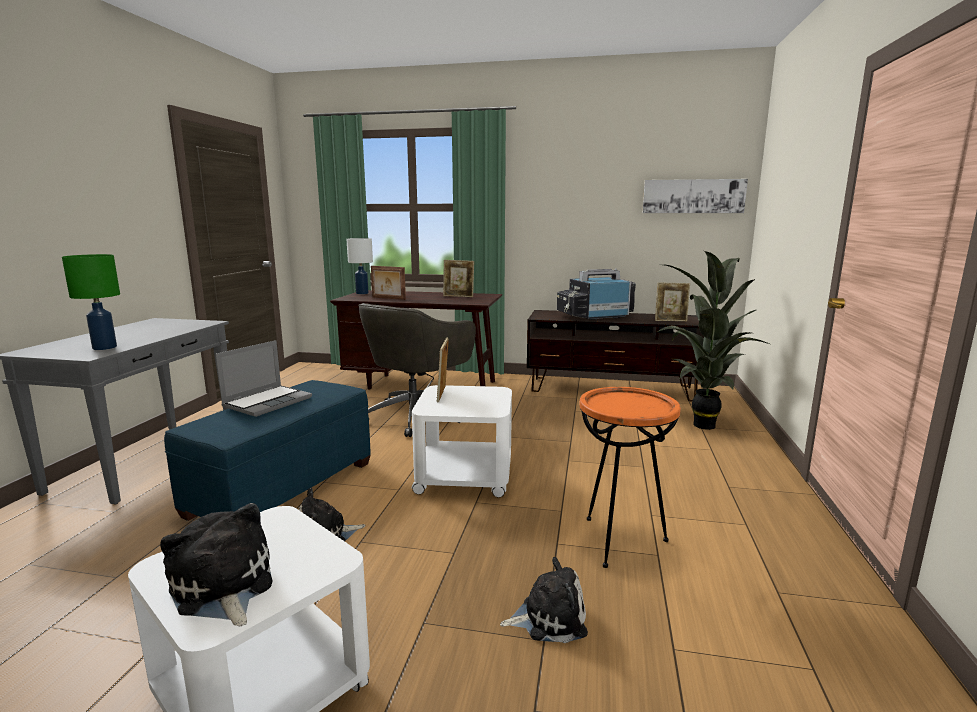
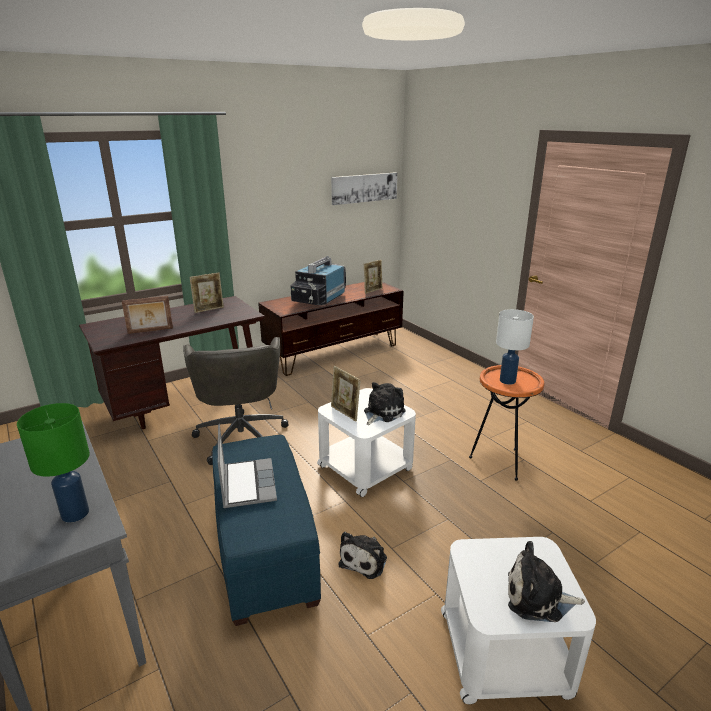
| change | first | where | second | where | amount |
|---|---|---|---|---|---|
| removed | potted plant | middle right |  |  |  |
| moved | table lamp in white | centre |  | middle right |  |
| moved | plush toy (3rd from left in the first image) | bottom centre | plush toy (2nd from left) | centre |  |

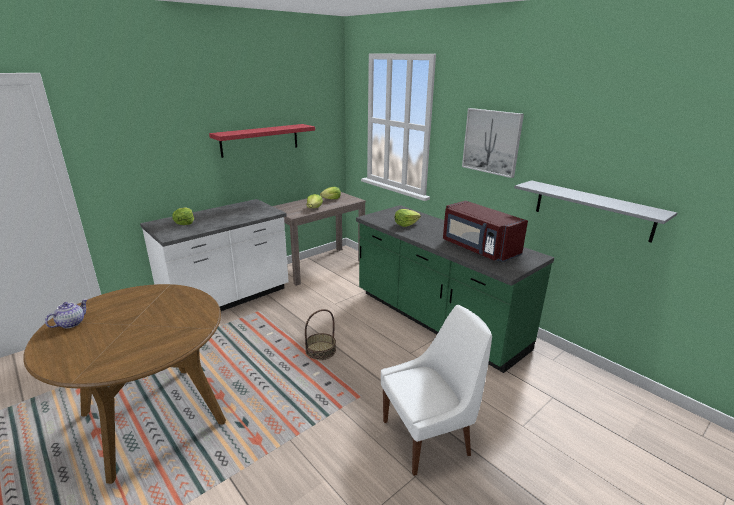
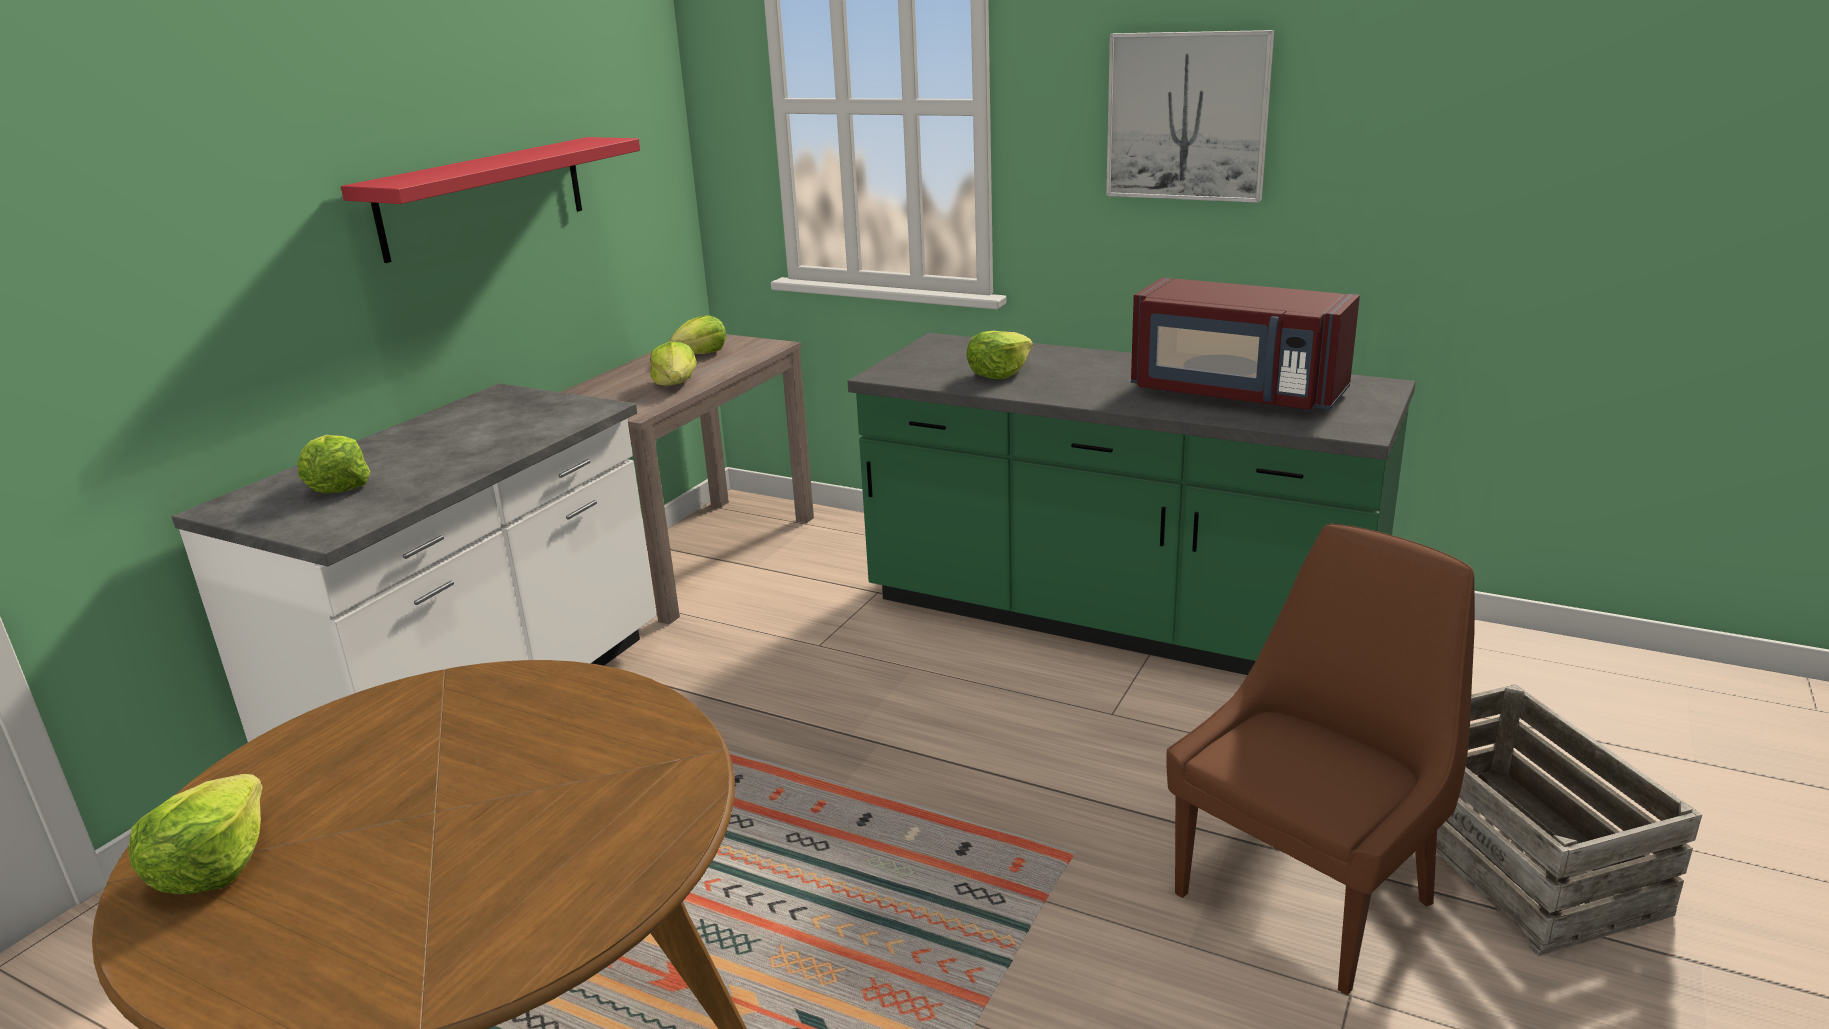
| change | first | where | second | where | amount |
|---|---|---|---|---|---|
| removed | basket | centre |  |  |  |
| removed | shelf in grey | middle right |  |  |  |
| added |  |  | crate | bottom right |  |
| replaced | teapot | middle left | lettuce (1st from left) | bottom left |  |
| recoloured | chair in white | bottom centre | chair in brown | bottom right |  |

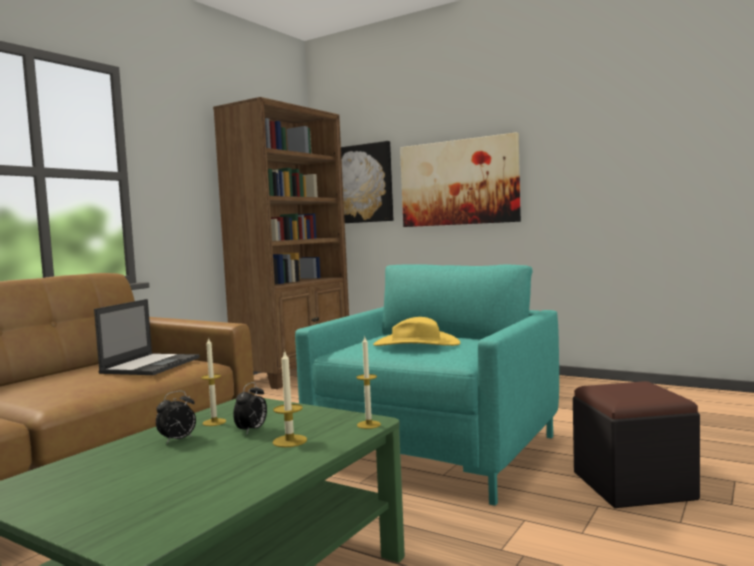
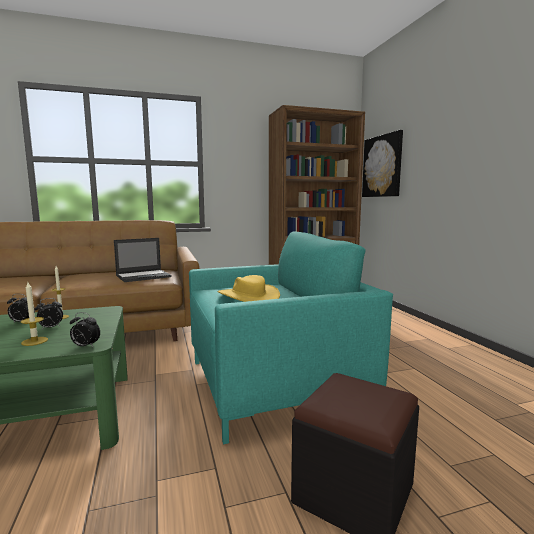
| change | first | where | second | where | amount |
|---|---|---|---|---|---|
| removed | picture (2nd from left) | top centre |  |  |  |
| replaced | candle (3rd from left) | bottom centre | alarm clock (3rd from left) | middle left |  |

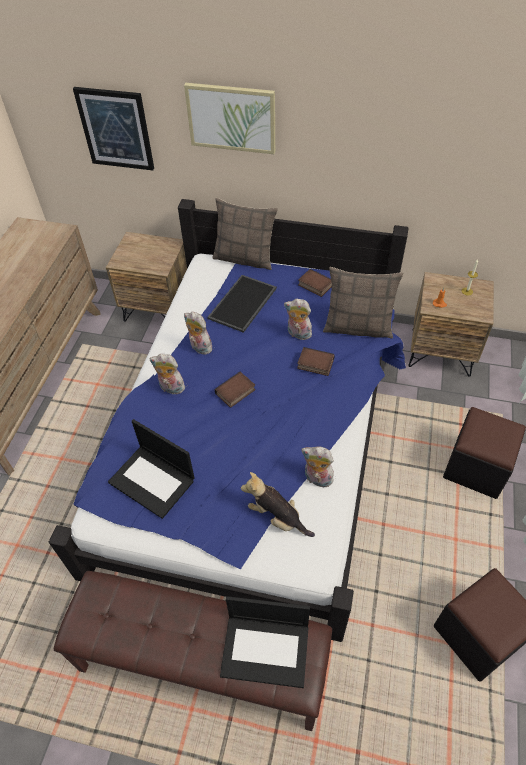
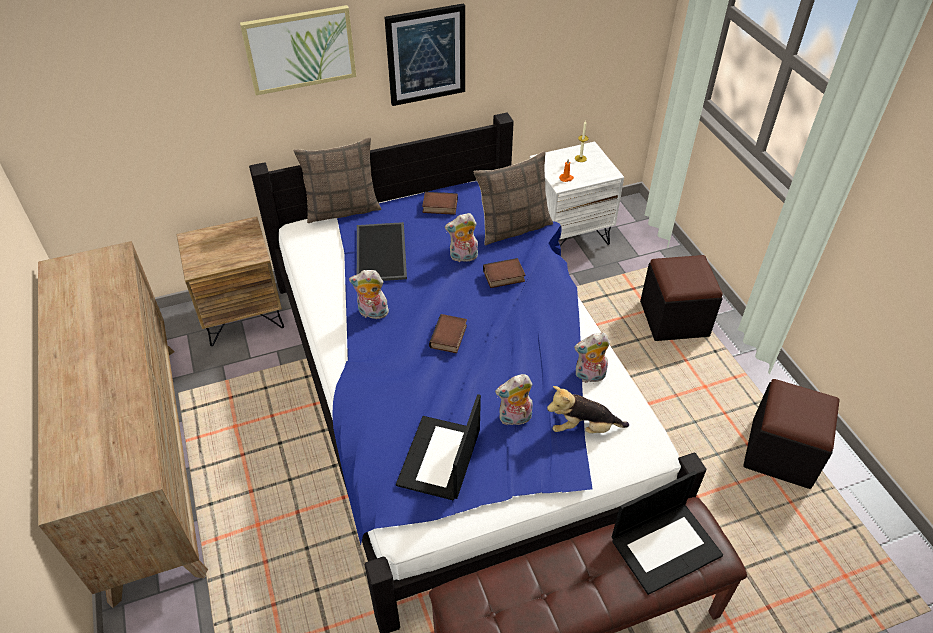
| change | first | where | second | where | amount |
|---|---|---|---|---|---|
| moved | picture (1st from left in the first image) | top left | picture (2nd from left) | top centre |  |
| moved | plush toy (1st from left in the first image) | middle left | plush toy (3rd from left) | centre |  |
| recoloured | nightstand in brown (2nd from left) | middle right | nightstand in white | top centre |  |
| turned | laptop (1st from left) | middle left |  | bottom centre | 105 degrees clockwise |

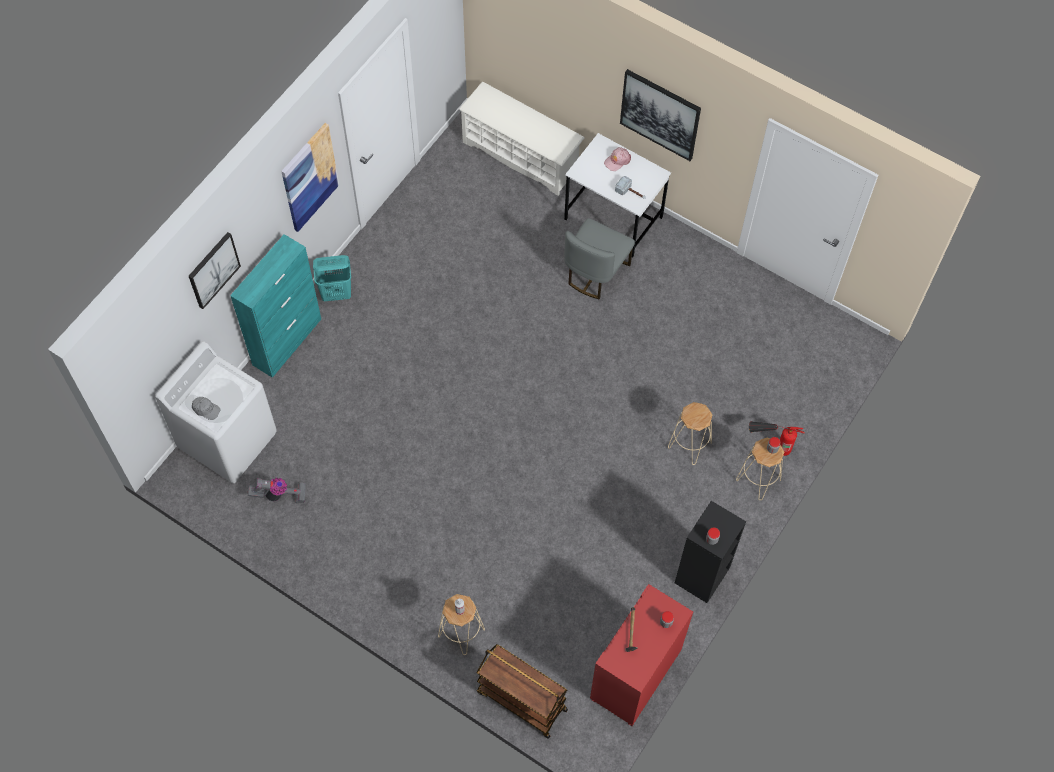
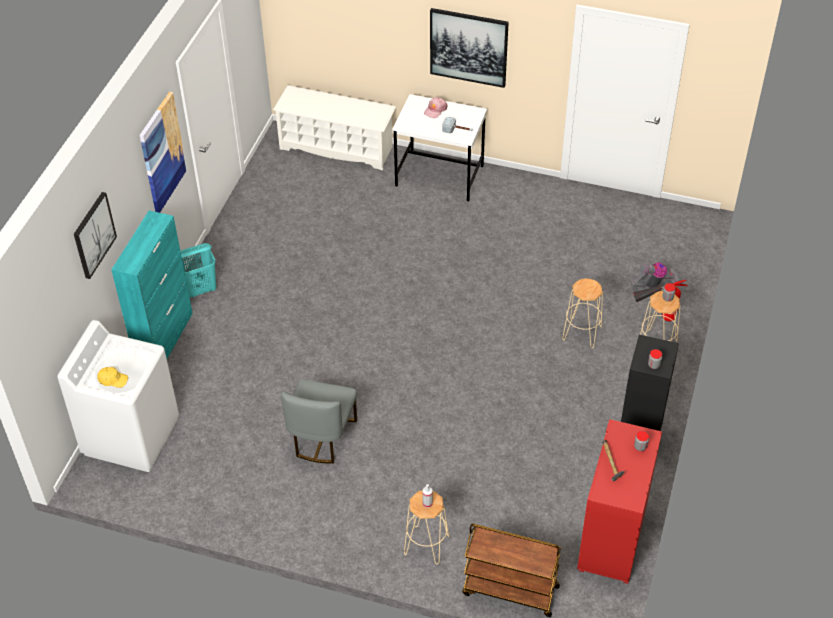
| change | first | where | second | where | amount |
|---|---|---|---|---|---|
| moved | vacuum cleaner | middle left |  | middle right |  |
| moved | chair in grey | centre |  | bottom centre |  |
| recoloured | cap in grey | middle left | cap in yellow | middle left |  |

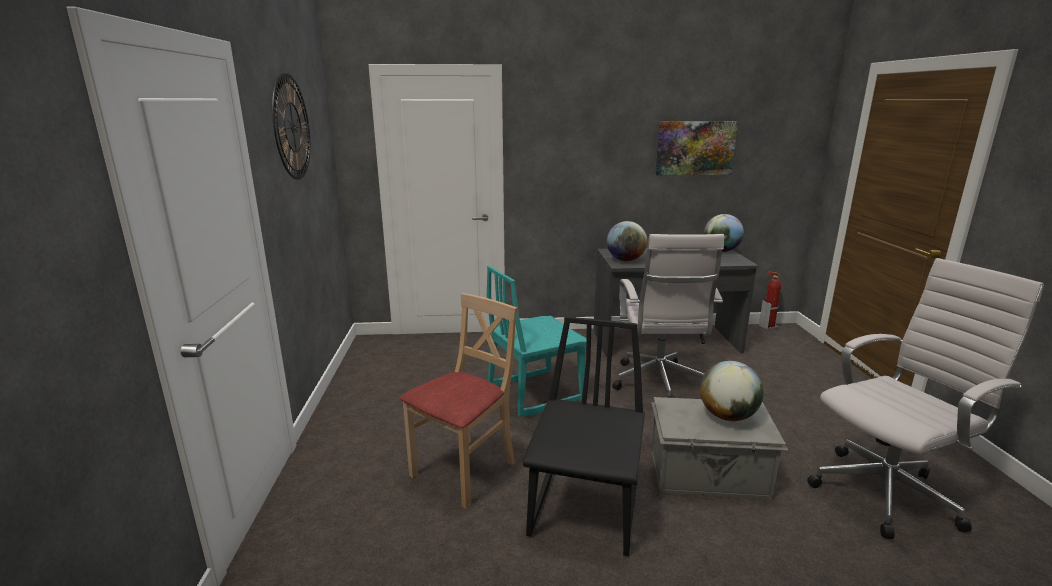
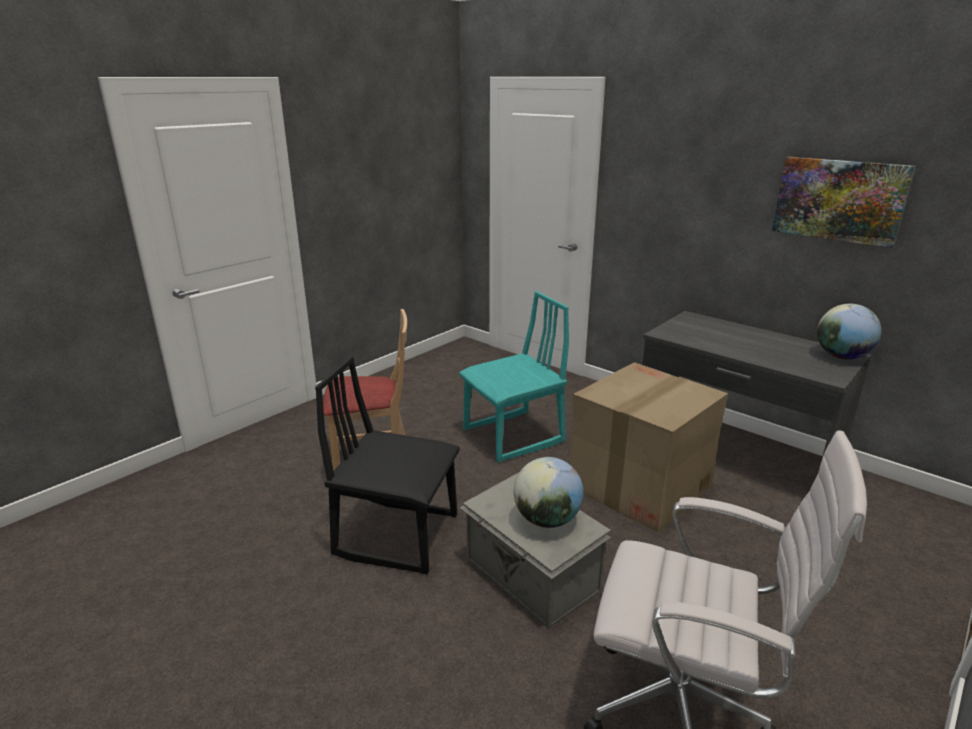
| change | first | where | second | where | amount |
|---|---|---|---|---|---|
| removed | wall clock | top left |  |  |  |
| removed | globe (1st from left) | centre |  |  |  |
| removed | fire extinguisher | middle right |  |  |  |
| replaced | office chair in white (1st from left) | centre | cardboard box | middle right |  |
| turned | chair in turquoise | centre |  | centre | 135 degrees clockwise |
| turned | chair in black | bottom centre |  | centre | 135 degrees counterclockwise |

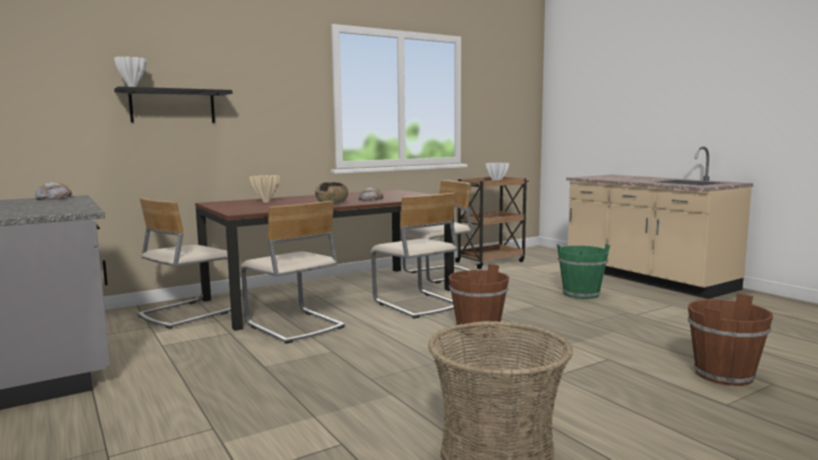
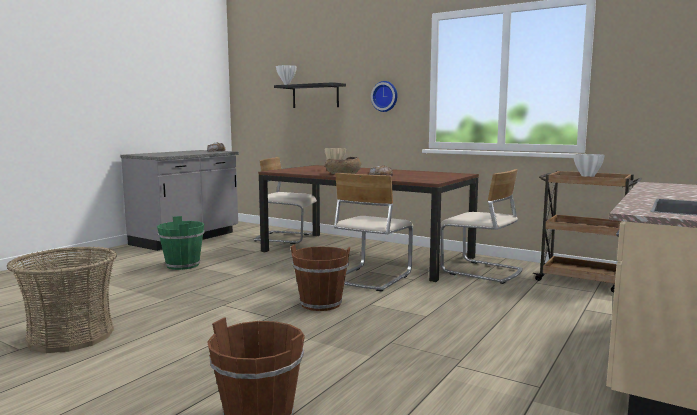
| change | first | where | second | where | amount |
|---|---|---|---|---|---|
| removed | chair in beige (2nd from left) | centre |  |  |  |
| added |  |  | wall clock | top centre |  |
| moved | bucket in green | middle right |  | middle left |  |

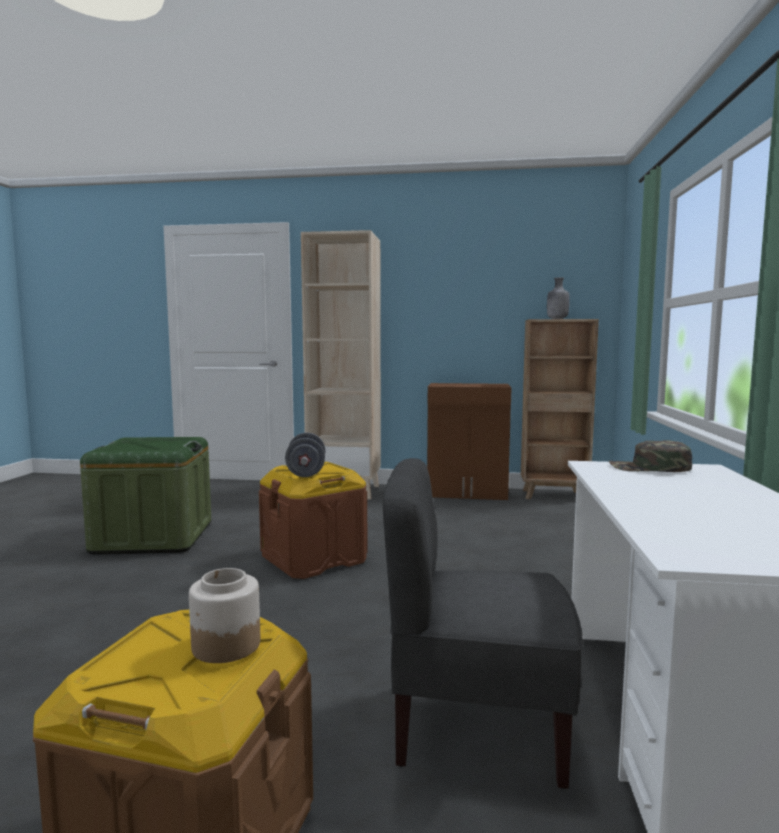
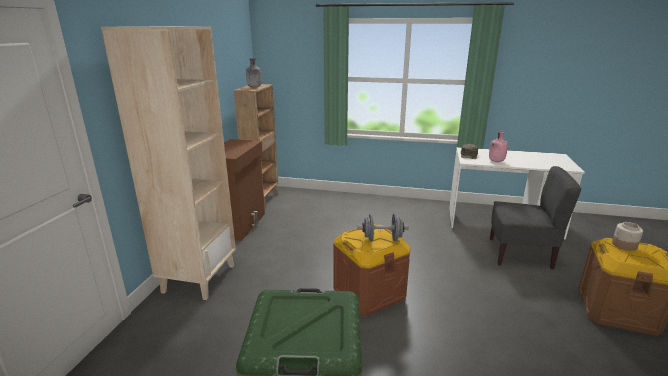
| change | first | where | second | where | amount |
|---|---|---|---|---|---|
| added |  |  | bottle in pink | middle right |  |
| turned | chair in grey | bottom centre |  | middle right | 90 degrees counterclockwise |

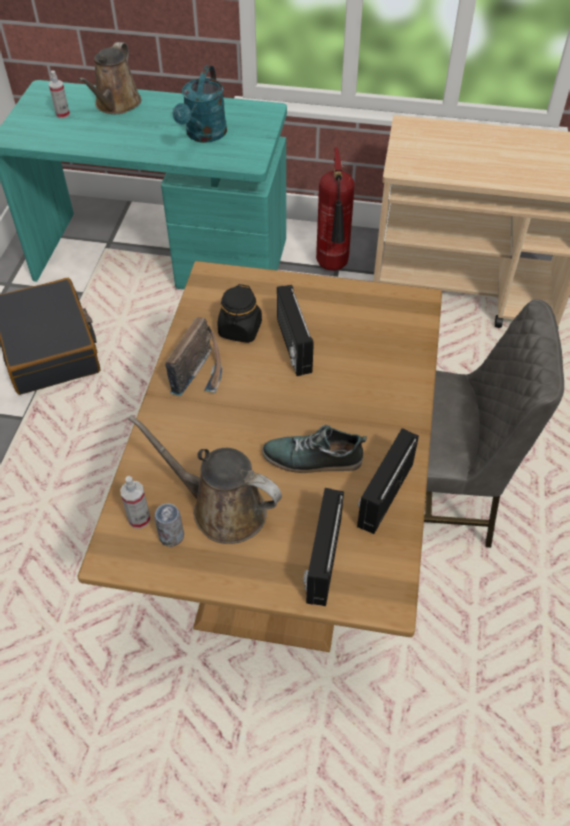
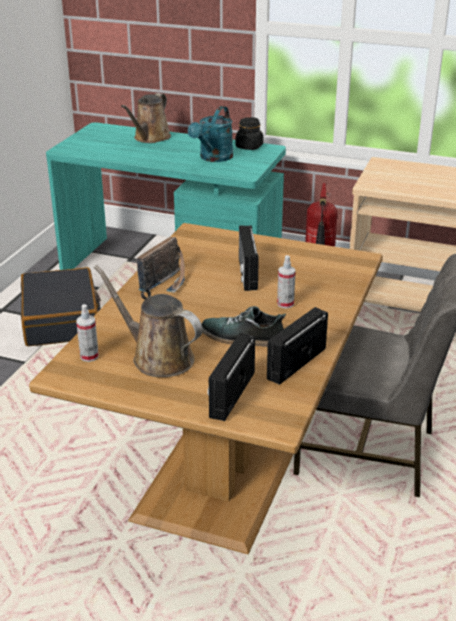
| change | first | where | second | where | amount |
|---|---|---|---|---|---|
| removed | can | middle left |  |  |  |
| moved | spray bottle (1st from left in the first image) | top left | spray bottle (2nd from left) | centre |  |
| moved | jar in black | centre |  | top centre |  |

